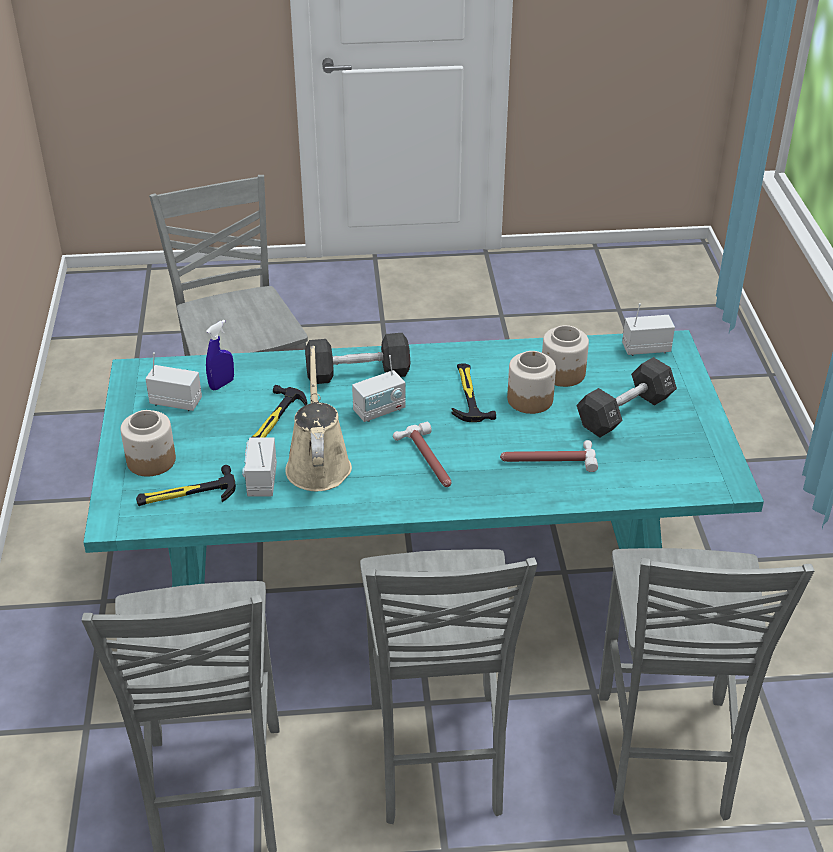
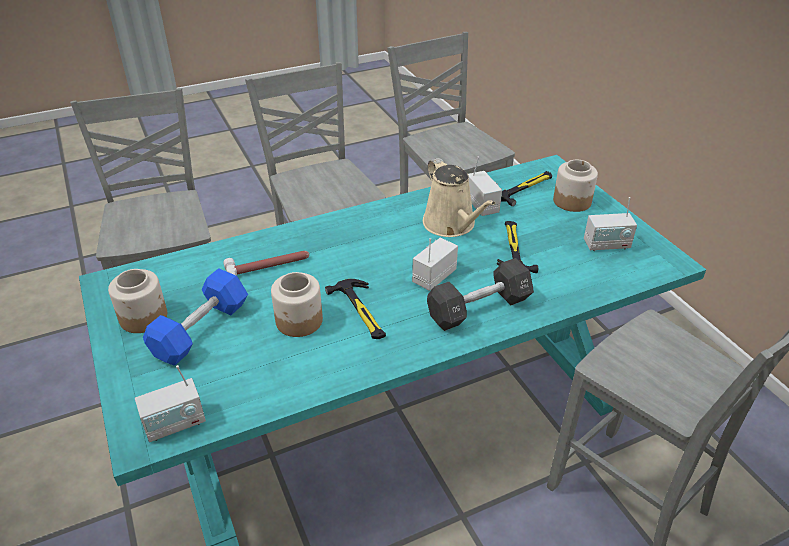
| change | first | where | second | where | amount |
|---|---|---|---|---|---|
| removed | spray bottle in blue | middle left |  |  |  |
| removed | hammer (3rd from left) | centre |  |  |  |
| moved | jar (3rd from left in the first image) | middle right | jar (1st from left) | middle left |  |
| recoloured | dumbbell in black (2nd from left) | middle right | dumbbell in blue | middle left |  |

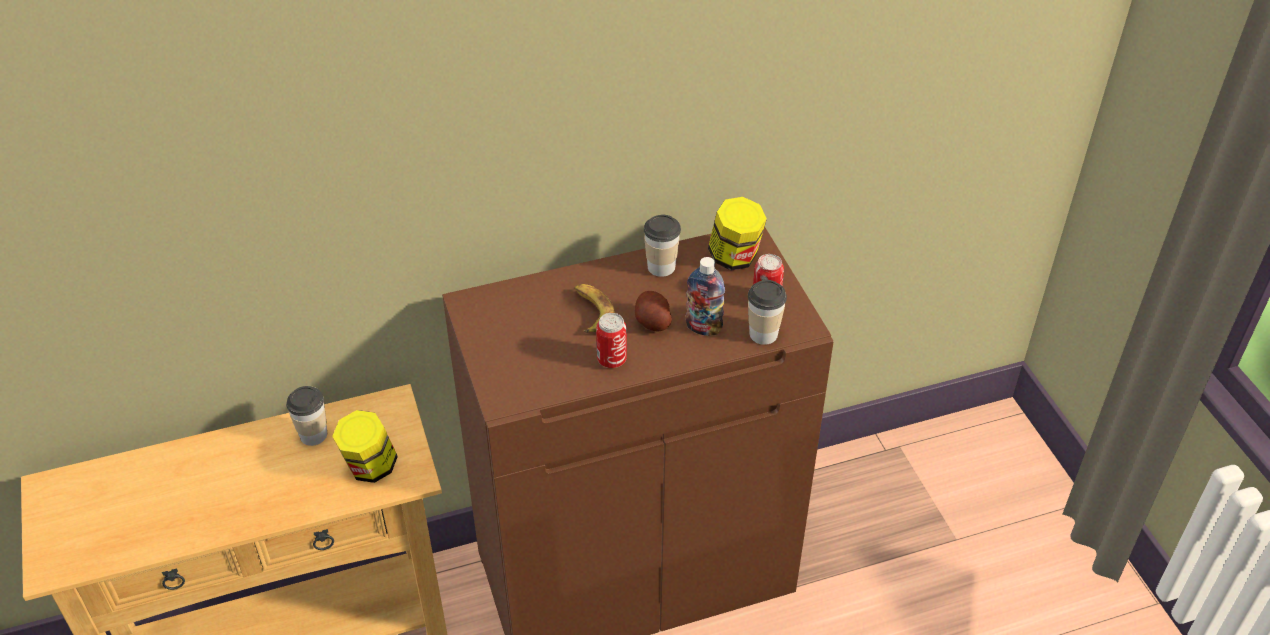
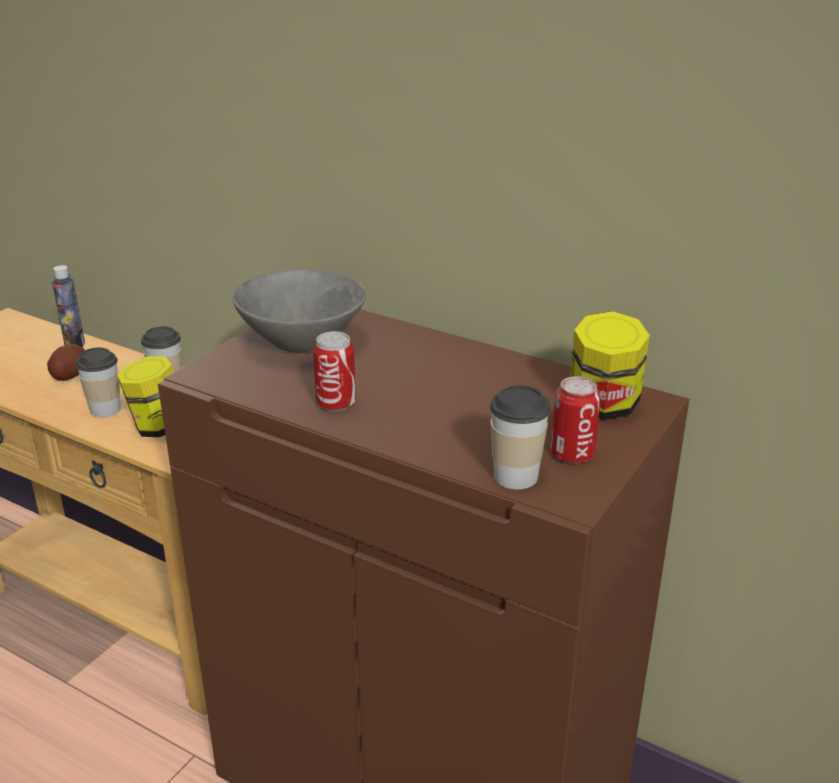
| change | first | where | second | where | amount |
|---|---|---|---|---|---|
| removed | banana | centre |  |  |  |
| added |  |  | bowl in grey | centre |  |
| moved | potato | centre |  | middle left |  |
| moved | cup (2nd from left in the first image) | centre | cup (1st from left) | middle left |  |
| moved | bottle | centre |  | middle left |  |

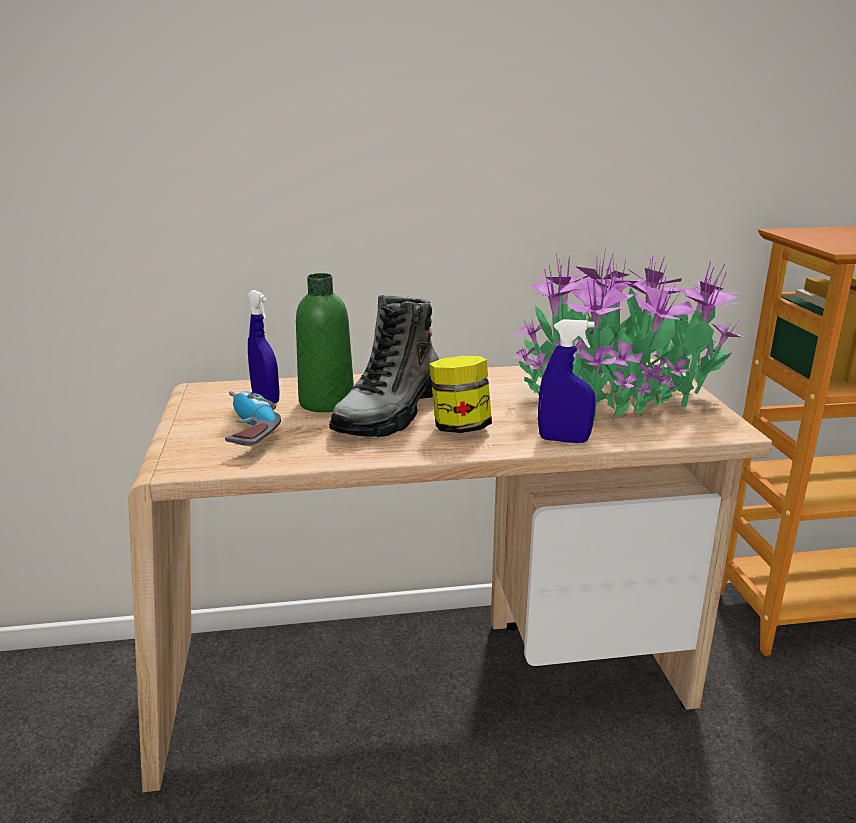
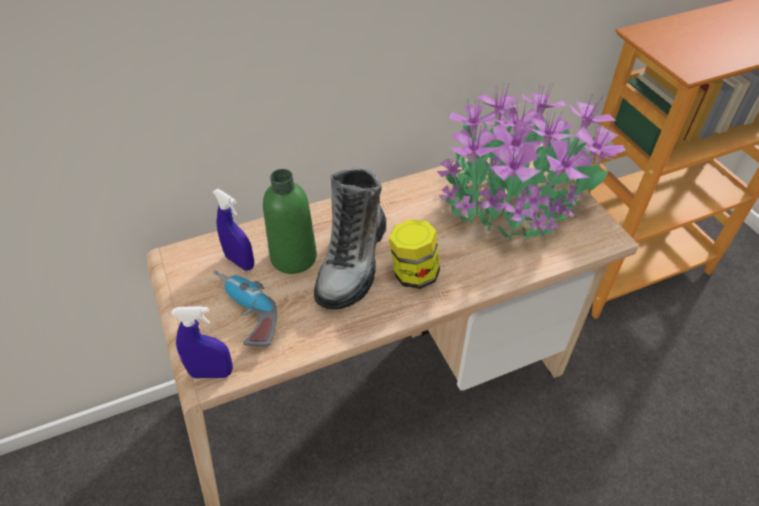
| change | first | where | second | where | amount |
|---|---|---|---|---|---|
| moved | spray bottle in blue (2nd from left in the first image) | centre | spray bottle in blue (1st from left) | bottom left |  |

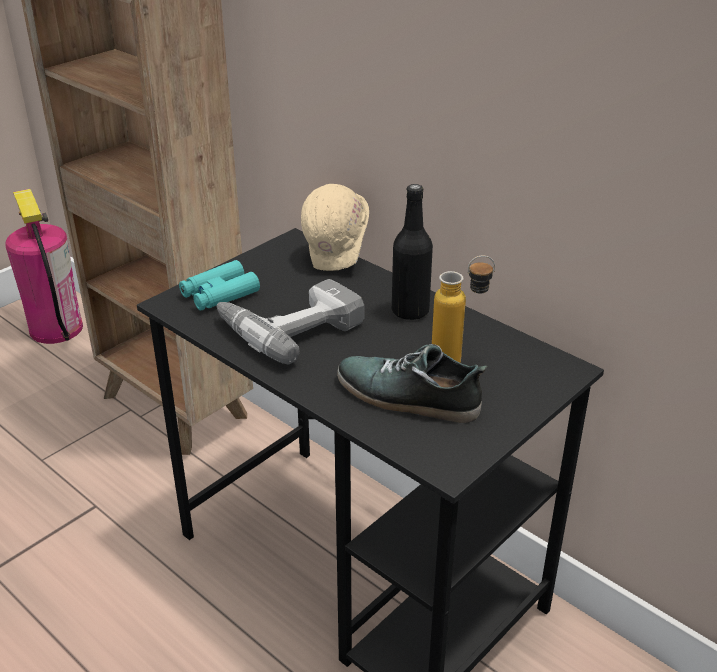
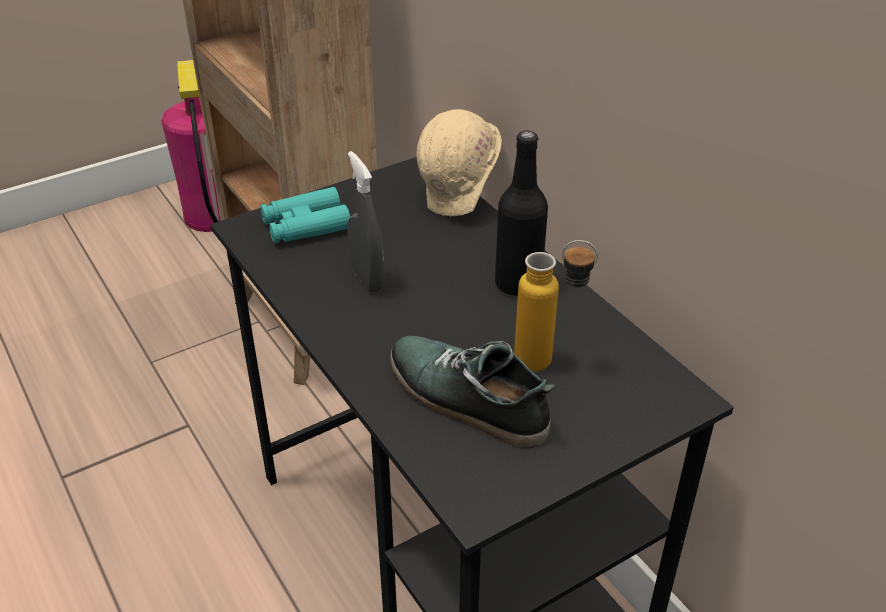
| change | first | where | second | where | amount |
|---|---|---|---|---|---|
| replaced | power drill | centre | spray bottle in grey | centre |  |

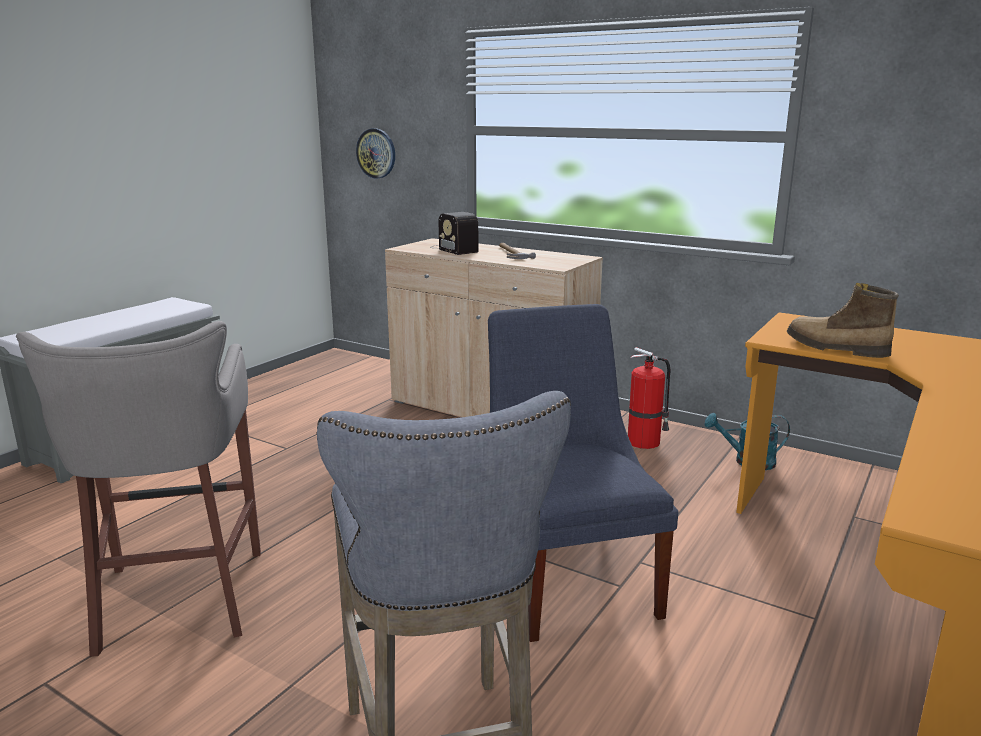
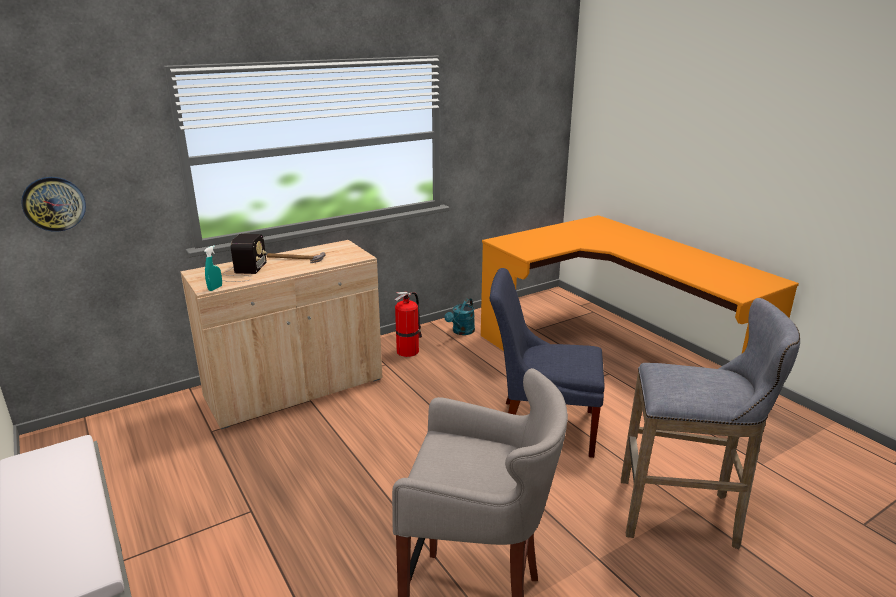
| change | first | where | second | where | amount |
|---|---|---|---|---|---|
| removed | boot | middle right |  |  |  |
| added |  |  | spray bottle in turquoise | middle left |  |
| turned | radio | top centre |  | middle left | 75 degrees counterclockwise |

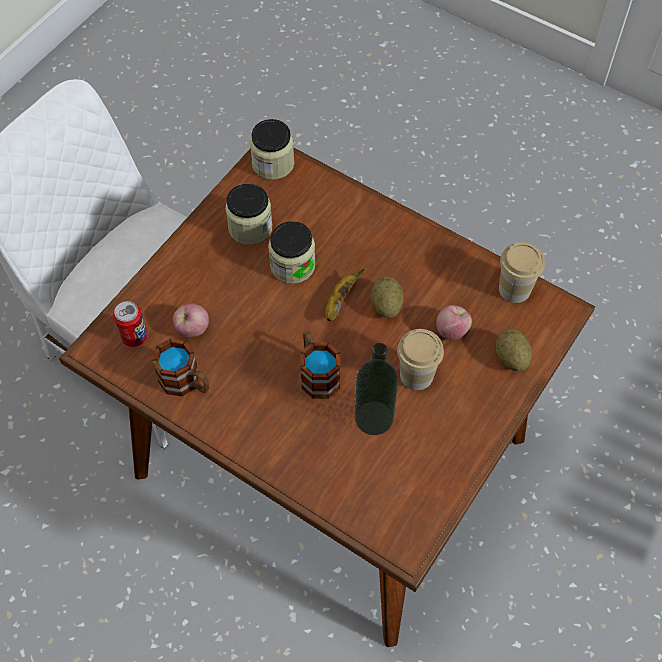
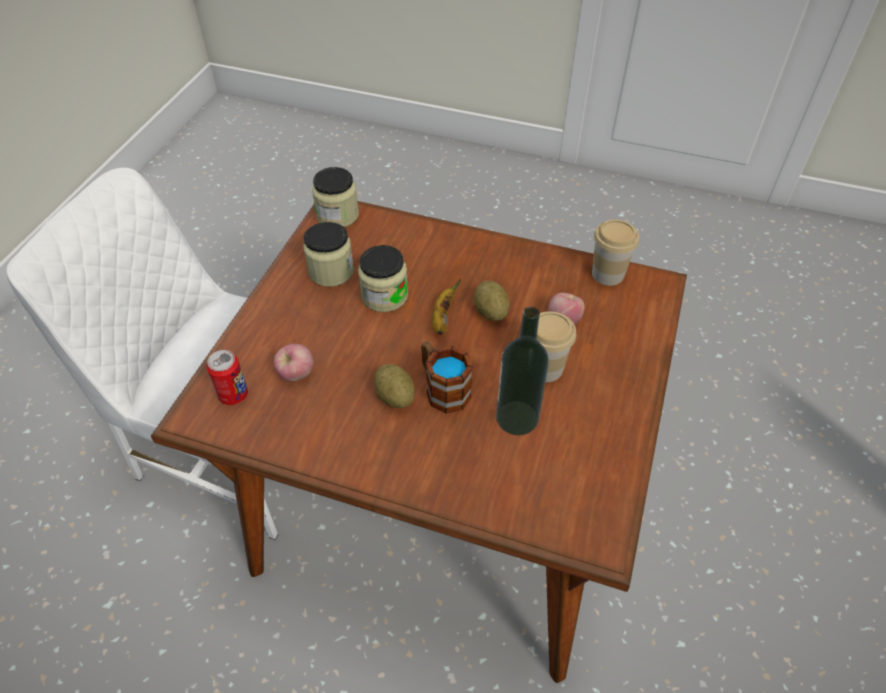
| change | first | where | second | where | amount |
|---|---|---|---|---|---|
| removed | mug (1st from left) | middle left |  |  |  |
| moved | potato (2nd from left in the first image) | middle right | potato (1st from left) | centre |  |

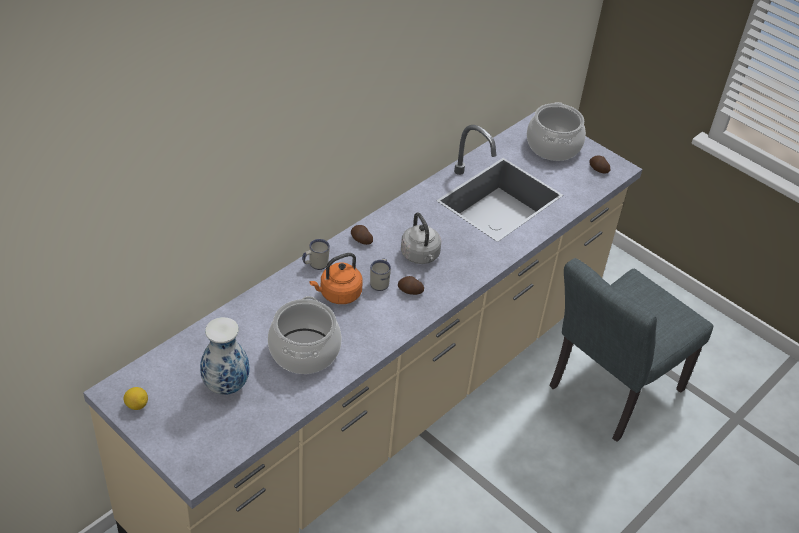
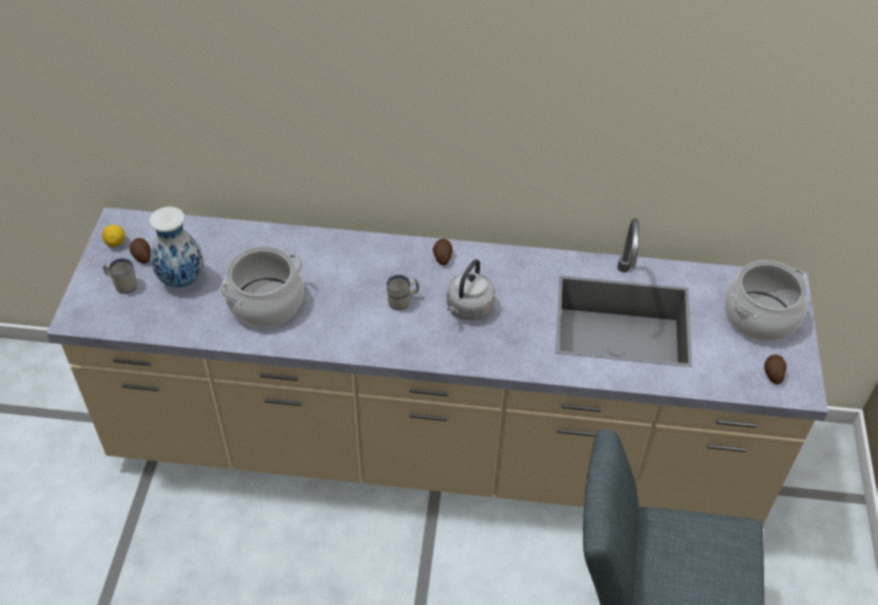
| change | first | where | second | where | amount |
|---|---|---|---|---|---|
| removed | kettle in orange | centre |  |  |  |
| moved | mug in white (1st from left) | centre |  | middle left |  |
| moved | potato (2nd from left in the first image) | centre | potato (1st from left) | middle left |  |

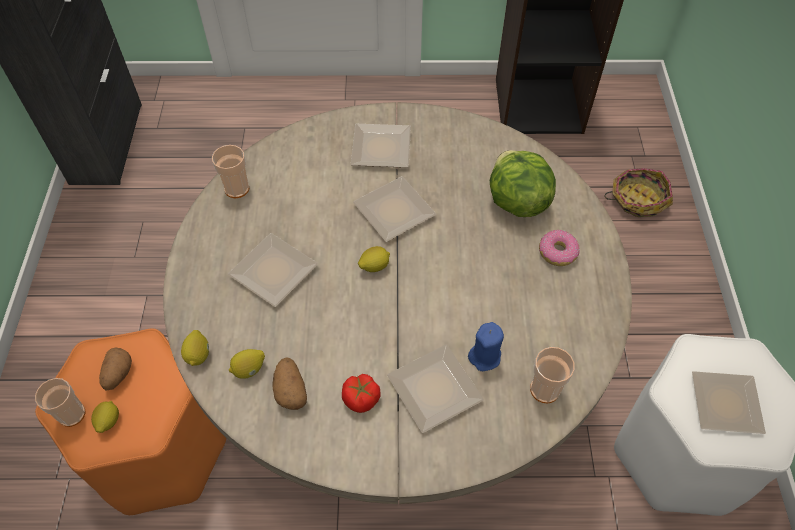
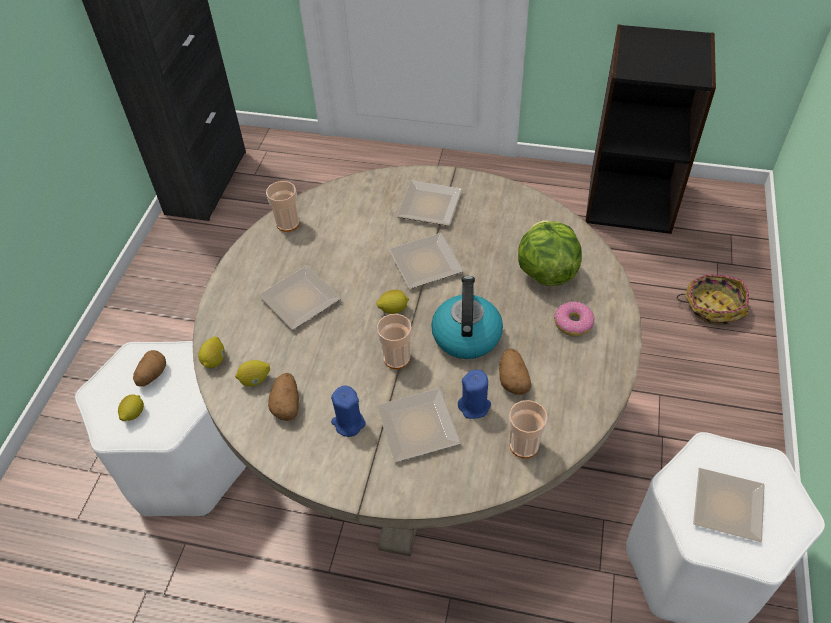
| change | first | where | second | where | amount |
|---|---|---|---|---|---|
| added |  |  | kettle | centre |  |
| added |  |  | potato (3rd from left) | centre |  |
| moved | cup (1st from left in the first image) | bottom left | cup (2nd from left) | centre |  |
| replaced | tomato | bottom centre | candle in blue (1st from left) | centre |  |
| recoloured | stool in orange | bottom left | stool in white (1st from left) | bottom left |  |

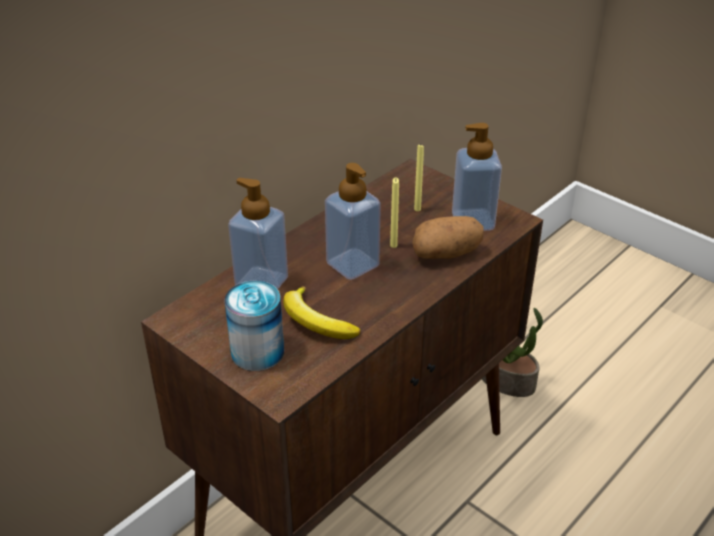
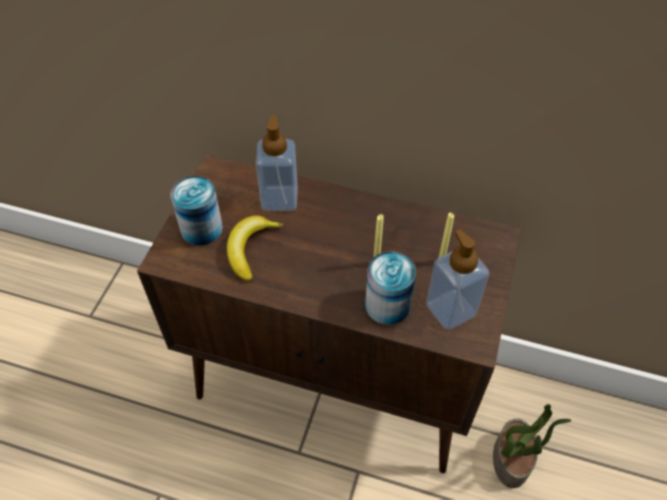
| change | first | where | second | where | amount |
|---|---|---|---|---|---|
| removed | soap dispenser (2nd from left) | centre |  |  |  |
| replaced | potato | centre | can (2nd from left) | centre |  |

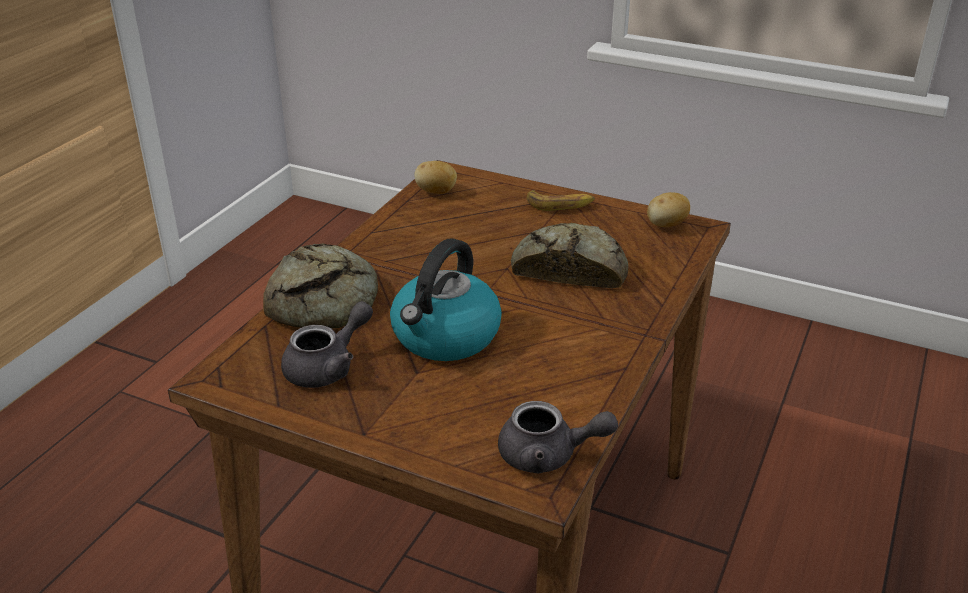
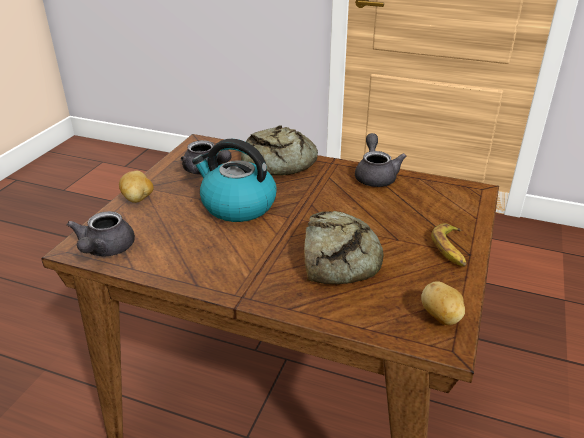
| change | first | where | second | where | amount |
|---|---|---|---|---|---|
| added |  |  | teapot in grey (3rd from left) | centre |  |
| moved | potato (1st from left) | top centre |  | middle left |  |

